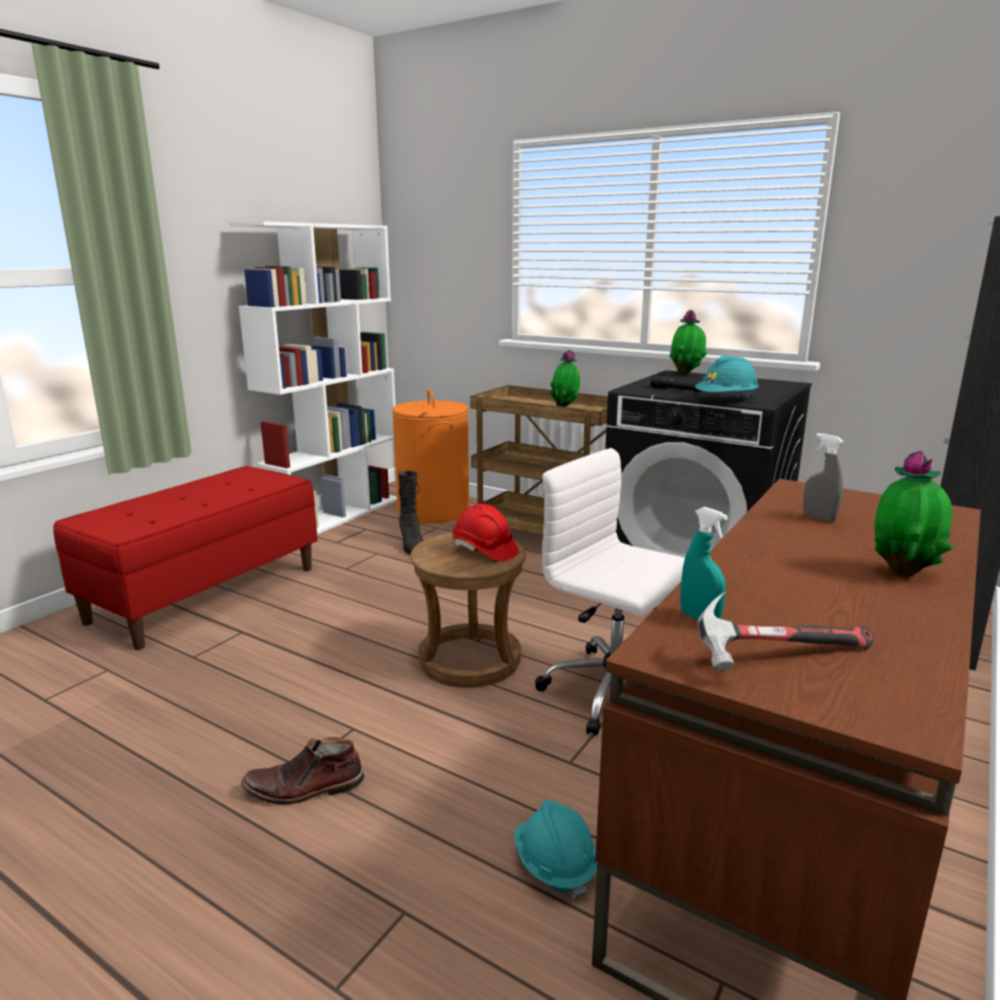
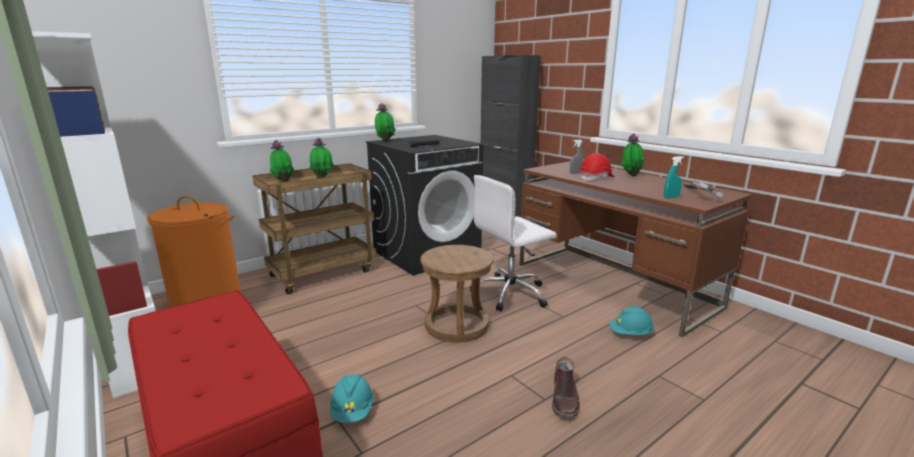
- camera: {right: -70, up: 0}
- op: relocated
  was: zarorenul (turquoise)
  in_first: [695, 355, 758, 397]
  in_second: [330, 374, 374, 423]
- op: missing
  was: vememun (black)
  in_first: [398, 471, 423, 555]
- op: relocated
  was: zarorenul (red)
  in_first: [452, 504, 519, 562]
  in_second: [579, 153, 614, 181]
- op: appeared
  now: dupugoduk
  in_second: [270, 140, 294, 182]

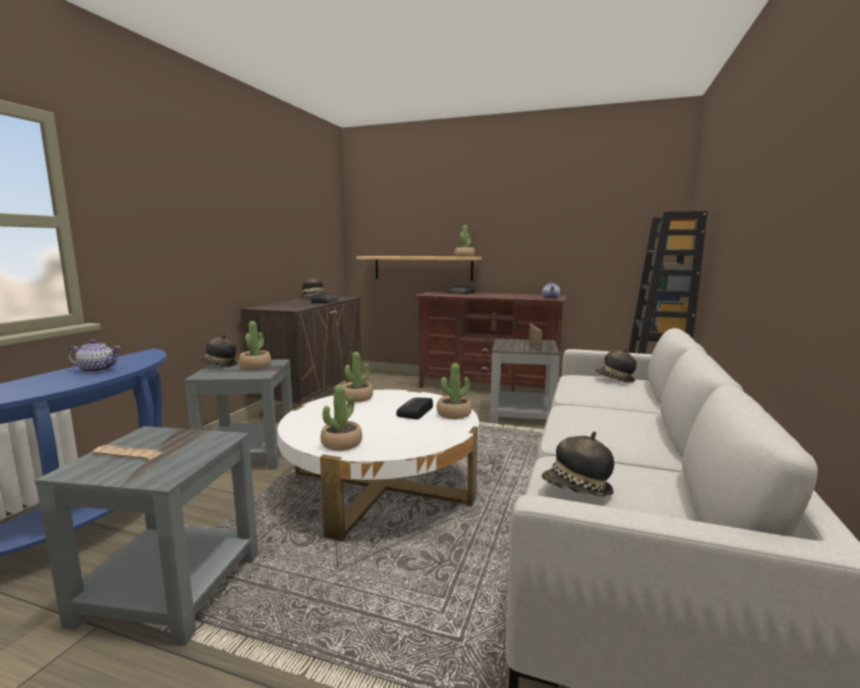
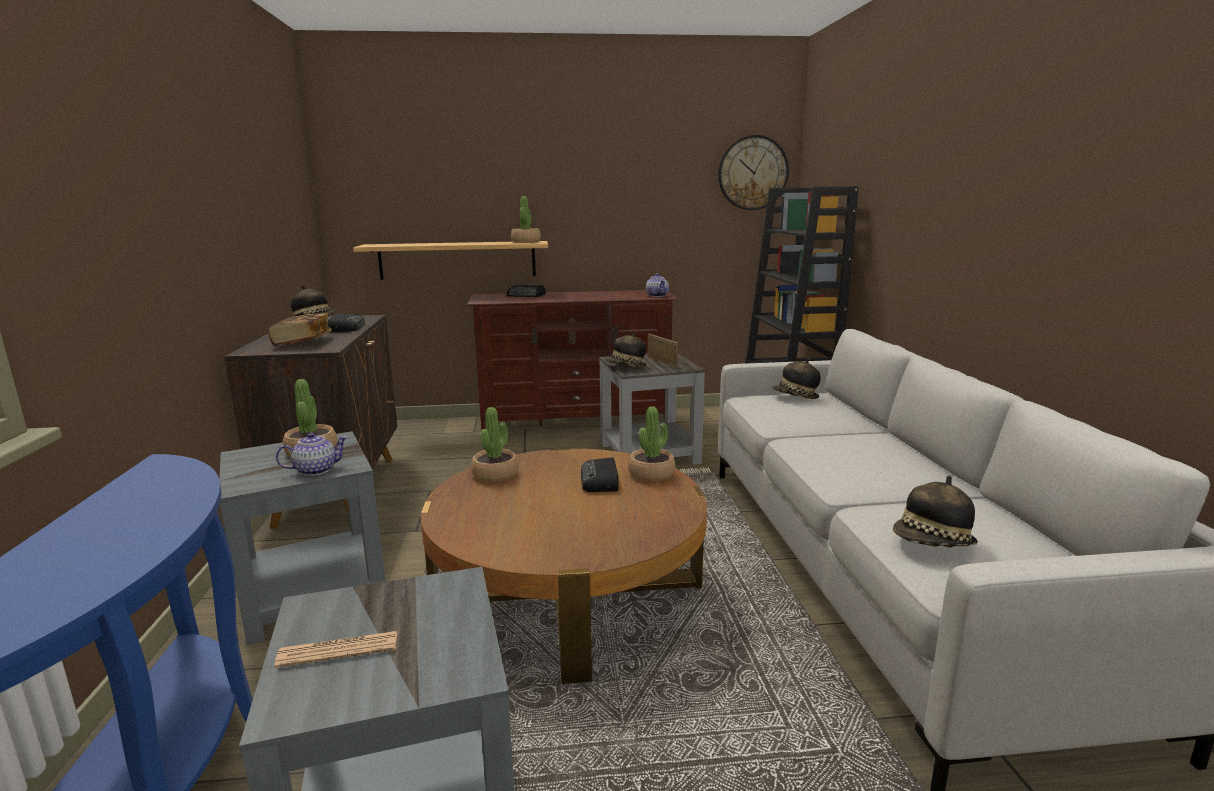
- camera: {right: -25, up: 5}
- op: relocated
  was: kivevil
  in_first: [199, 335, 238, 367]
  in_second: [606, 332, 646, 367]
- op: relocated
  was: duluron
  in_first: [67, 340, 121, 373]
  in_second: [276, 433, 348, 476]
- op: missing
  was: dupugoduk
  in_first: [321, 385, 362, 451]
- op: colour
  was: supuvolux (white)
  now: supuvolux (brown)
  in_first: [278, 390, 479, 542]
  in_second: [421, 449, 707, 684]
- op: appeared
  now: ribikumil
  in_second: [718, 135, 789, 210]
- op: appeared
  now: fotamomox
  in_second: [268, 313, 332, 347]

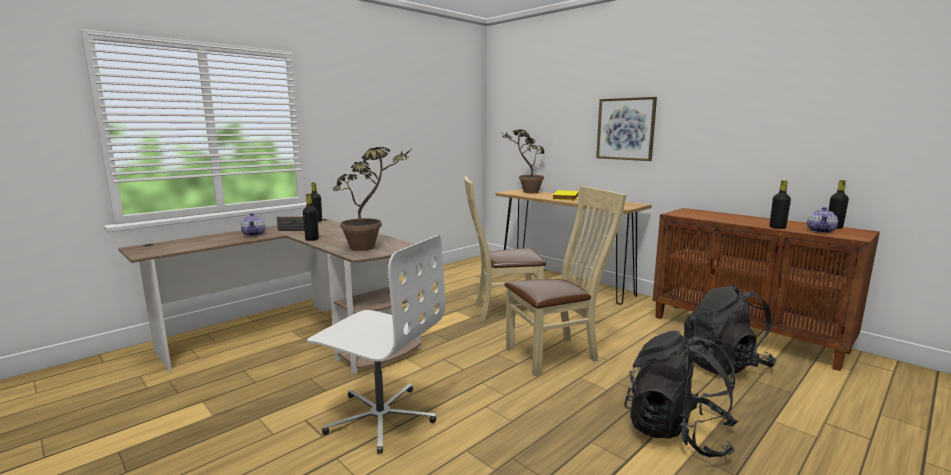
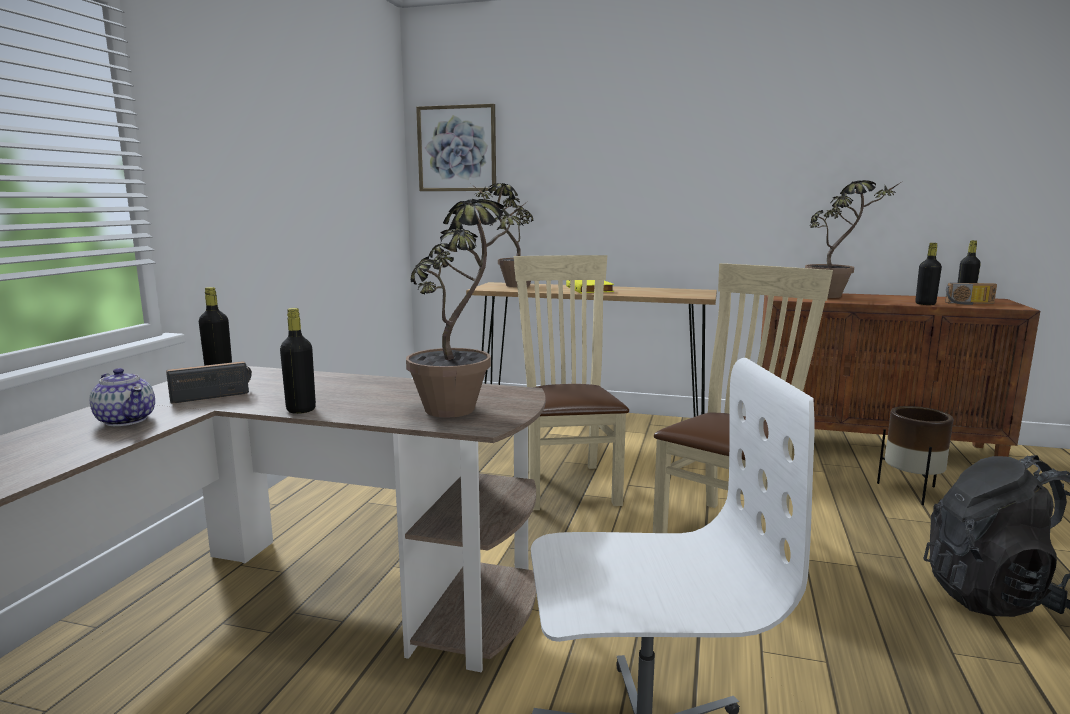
- camera: {right: -30, up: 0}
- op: relocated
  was: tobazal
  in_first: [596, 97, 657, 161]
  in_second: [416, 104, 496, 191]
- op: spun
  was: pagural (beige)
  in_first: [464, 176, 546, 321]
  in_second: [514, 255, 629, 510]
  clockwise: 120
- op: exchanged
  was: duluron
  now: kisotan
  in_first: [807, 207, 838, 233]
  in_second: [945, 283, 997, 305]
- op: exchanged
  was: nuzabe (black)
  now: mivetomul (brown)
  in_first: [684, 284, 776, 375]
  in_second: [877, 406, 953, 505]
- op: appeared
  now: dupugoduk
  in_second: [805, 180, 903, 298]

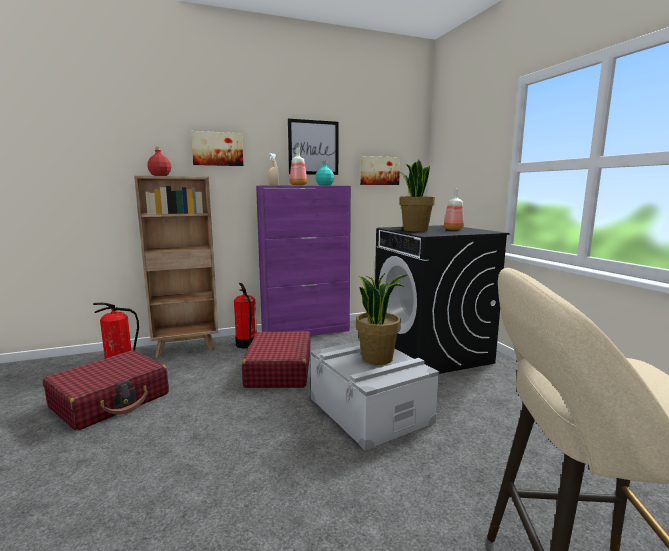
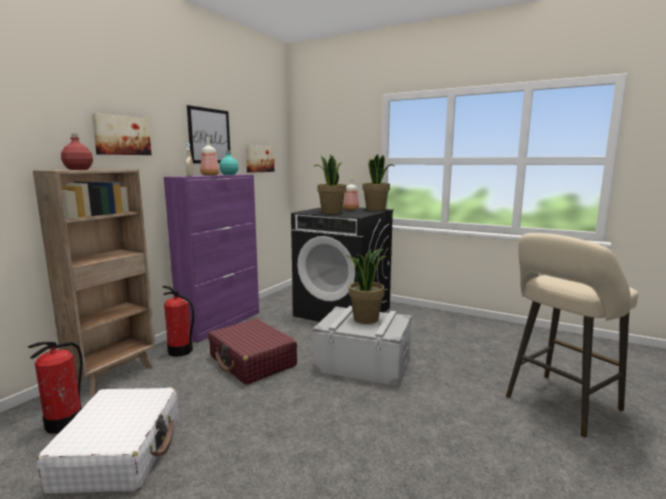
- camera: {right: -40, up: 0}
- op: colour
  was: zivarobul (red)
  now: zivarobul (white)
  in_first: [43, 350, 169, 431]
  in_second: [37, 387, 179, 494]
- op: appeared
  now: dupugoduk
  in_second: [363, 154, 394, 211]

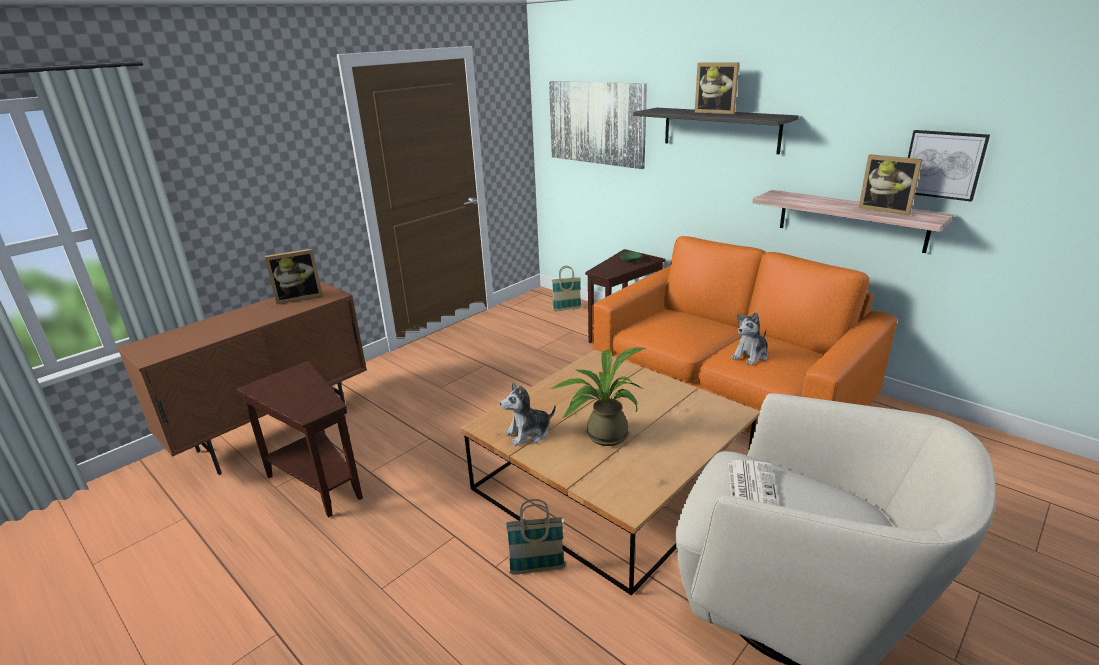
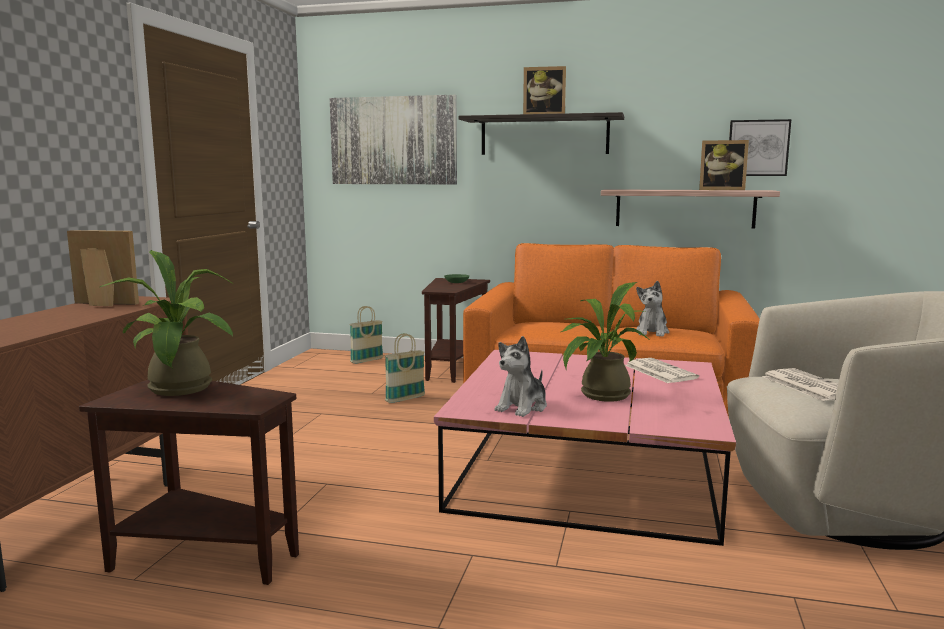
- camera: {right: -30, up: -15}
- op: spun
  was: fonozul
  in_first: [265, 249, 323, 304]
  in_second: [67, 230, 139, 306]
  clockwise: -120
- op: colour
  was: supuvolux (brown)
  now: supuvolux (pink)
  in_first: [460, 350, 760, 596]
  in_second: [434, 350, 736, 546]
- op: relocated
  was: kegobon
  in_first: [506, 499, 565, 575]
  in_second: [385, 333, 425, 403]
- op: appeared
  now: dupugoduk
  in_second: [100, 250, 233, 396]
- op: appeared
  now: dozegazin
  in_second: [625, 358, 699, 383]

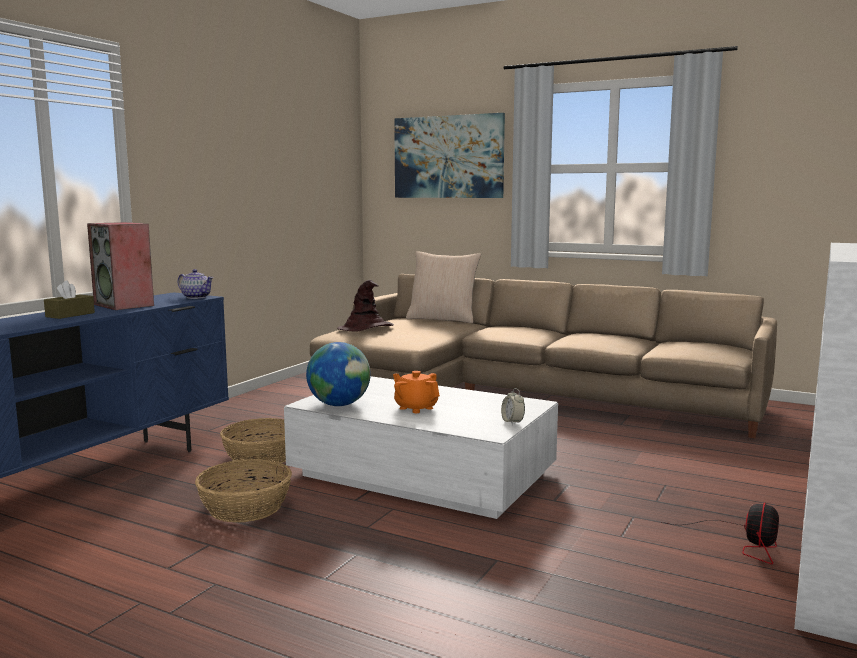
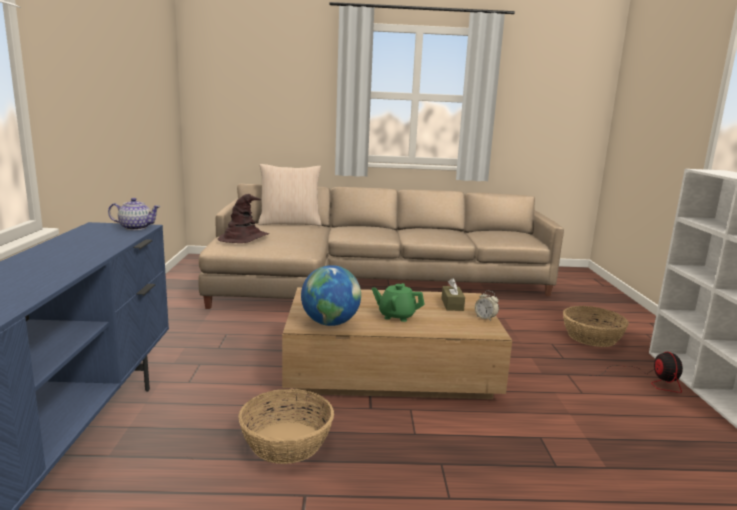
- camera: {right: -30, up: 5}
- op: missing
  was: tobazal
  in_first: [394, 113, 505, 198]
- op: missing
  was: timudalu
  in_first: [87, 222, 154, 310]
- op: relocated
  was: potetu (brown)
  in_first: [44, 280, 95, 319]
  in_second: [441, 278, 465, 311]
- op: colour
  was: duluron (orange)
  now: duluron (green)
  in_first: [393, 371, 440, 413]
  in_second: [372, 283, 424, 322]
- op: colour
  was: supuvolux (white)
  now: supuvolux (brown)
  in_first: [284, 376, 558, 519]
  in_second: [282, 287, 512, 399]
- op: relocated
  was: kegobon
  in_first: [220, 418, 286, 467]
  in_second: [563, 306, 629, 347]

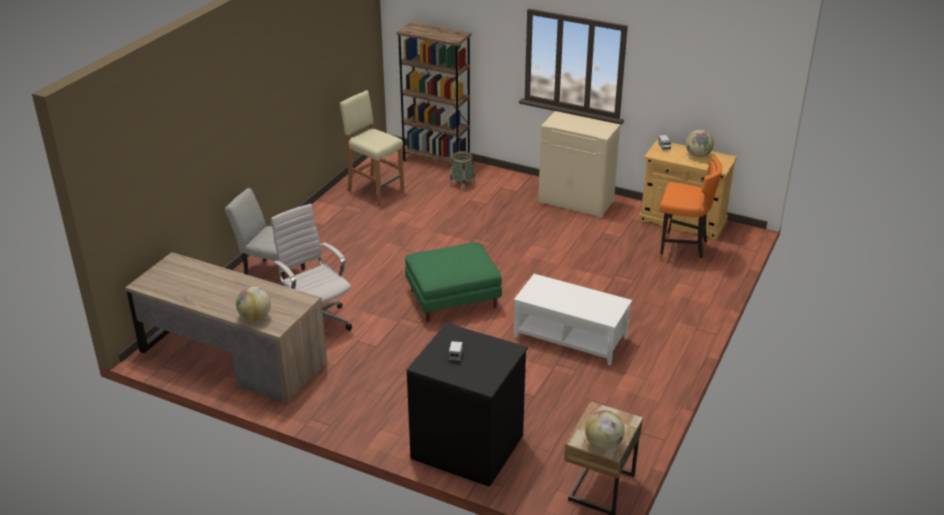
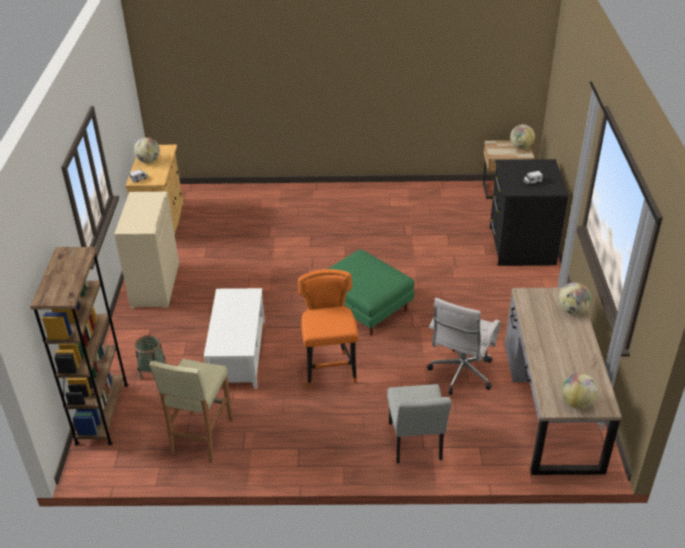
- camera: {right: -115, up: 5}
- op: relocated
  was: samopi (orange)
  in_first: [660, 156, 722, 265]
  in_second: [298, 269, 359, 388]
- op: relocated
  was: supuvolux (white)
  in_first: [514, 274, 632, 366]
  in_second: [204, 288, 265, 389]
- op: appeared
  now: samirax
  in_second: [561, 373, 599, 409]

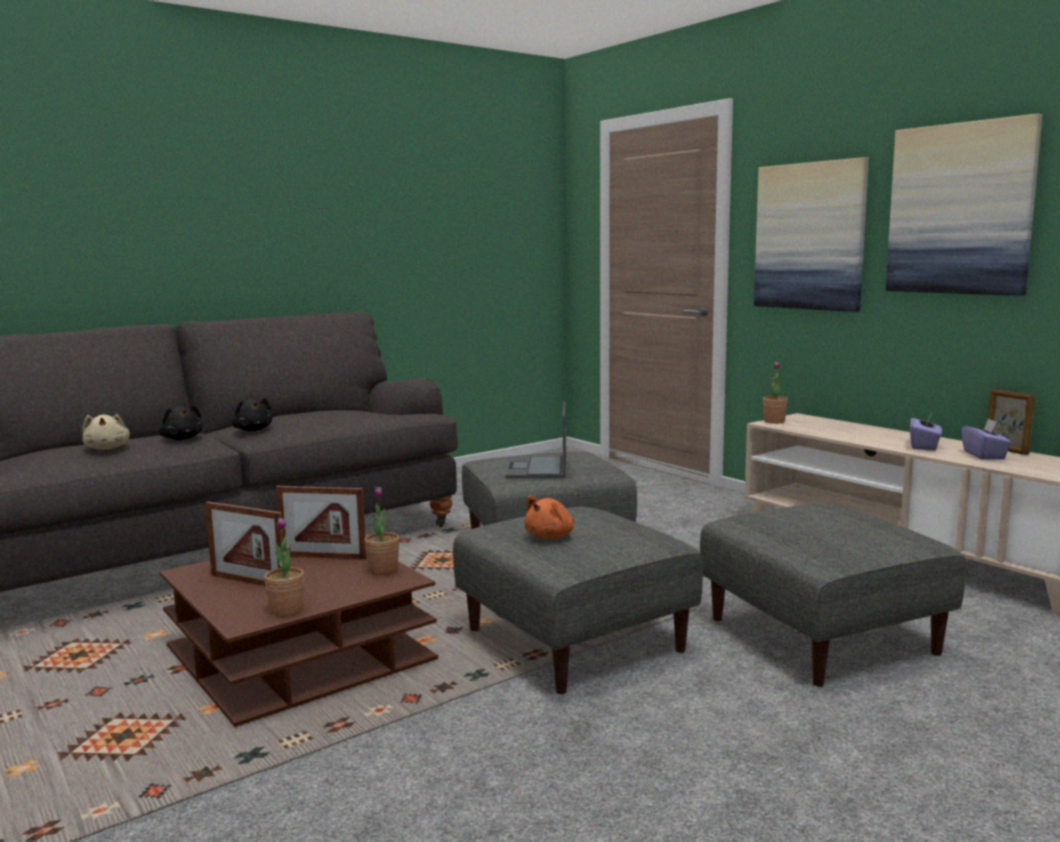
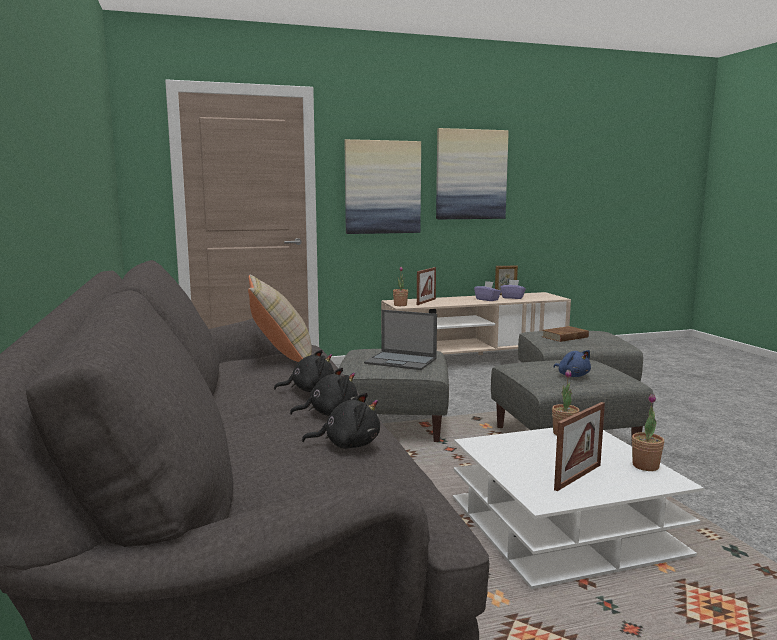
- camera: {right: -70, up: 0}
- op: colour
  was: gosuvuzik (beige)
  now: gosuvuzik (black)
  in_first: [82, 414, 130, 450]
  in_second: [302, 392, 380, 449]
- op: relocated
  was: fonozul
  in_first: [276, 486, 367, 560]
  in_second: [417, 267, 436, 305]
- op: colour
  was: gosuvuzik (orange)
  now: gosuvuzik (blue)
  in_first: [524, 496, 574, 539]
  in_second: [554, 350, 591, 377]
- op: colour
  was: supuvolux (brown)
  now: supuvolux (white)
  in_first: [159, 553, 438, 727]
  in_second: [453, 428, 704, 589]
- op: appeared
  now: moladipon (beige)
  in_second: [248, 275, 312, 362]
- op: appeared
  now: fotamomox (brown)
  in_second: [542, 326, 589, 342]

